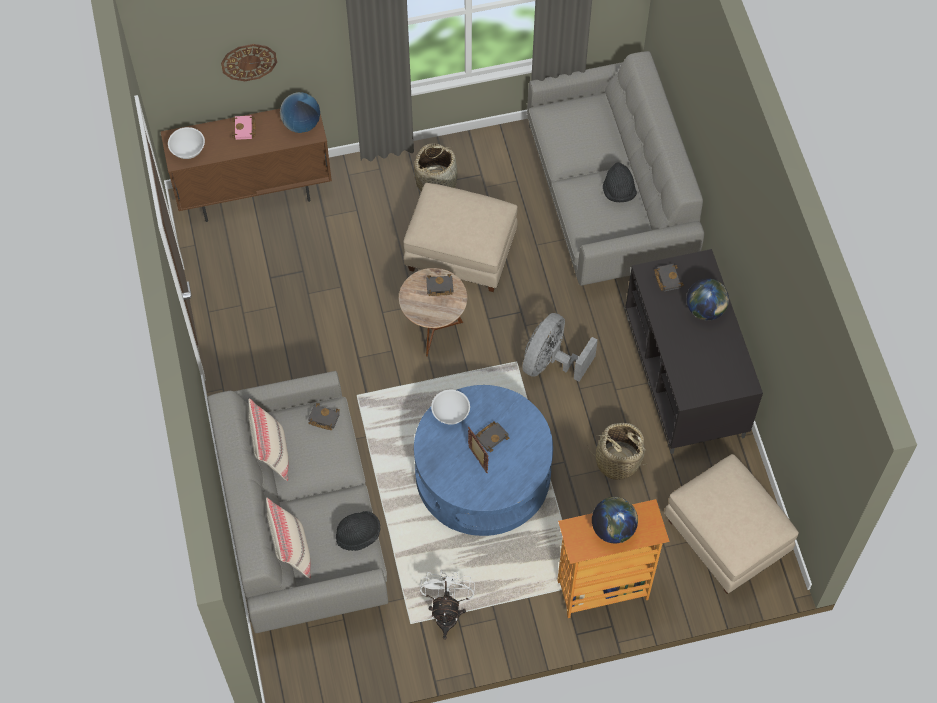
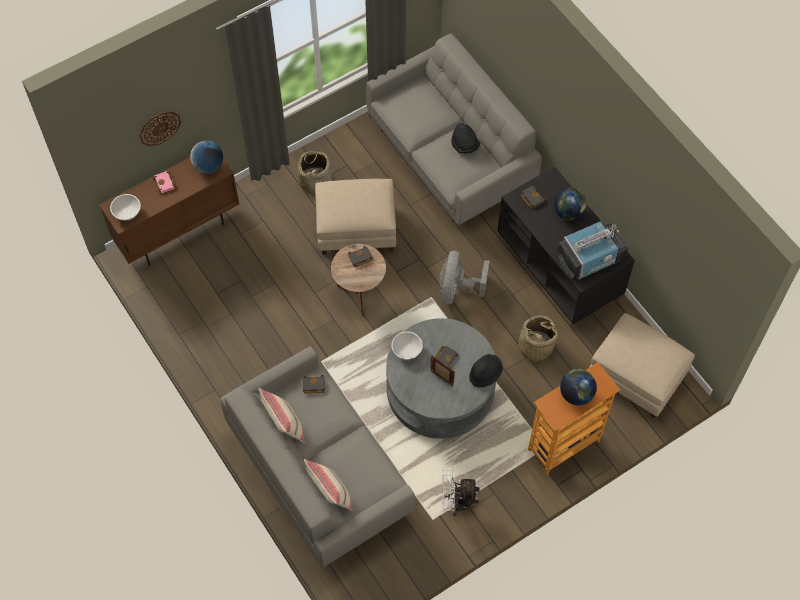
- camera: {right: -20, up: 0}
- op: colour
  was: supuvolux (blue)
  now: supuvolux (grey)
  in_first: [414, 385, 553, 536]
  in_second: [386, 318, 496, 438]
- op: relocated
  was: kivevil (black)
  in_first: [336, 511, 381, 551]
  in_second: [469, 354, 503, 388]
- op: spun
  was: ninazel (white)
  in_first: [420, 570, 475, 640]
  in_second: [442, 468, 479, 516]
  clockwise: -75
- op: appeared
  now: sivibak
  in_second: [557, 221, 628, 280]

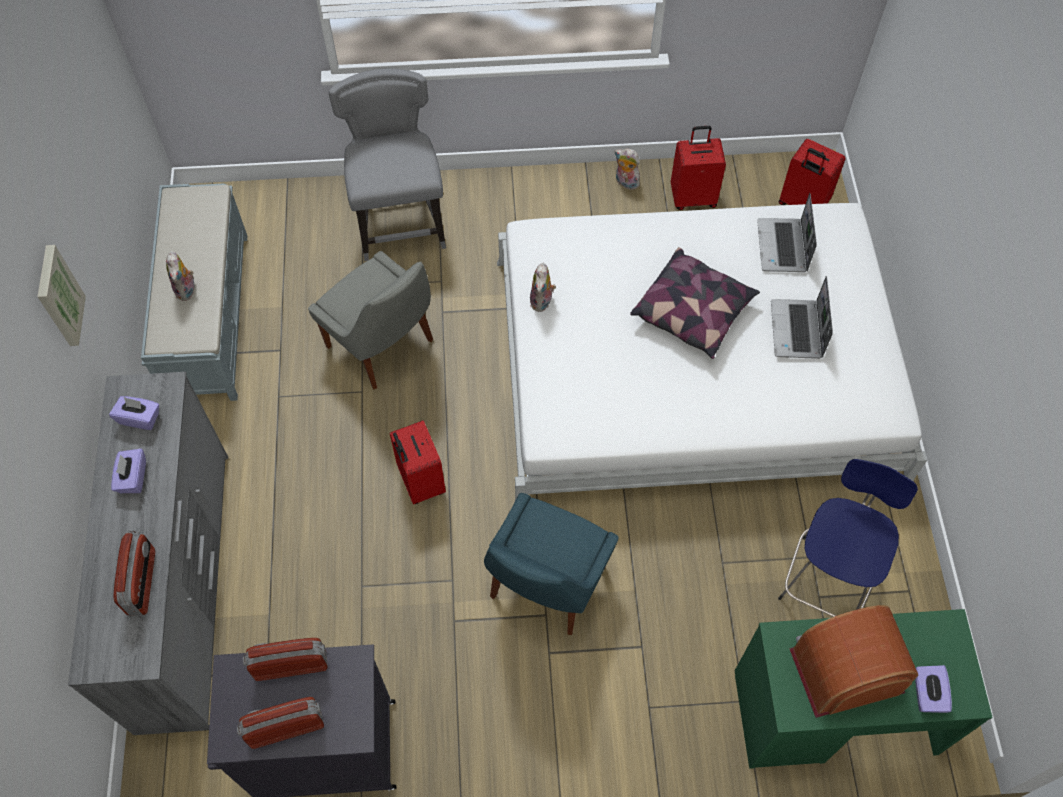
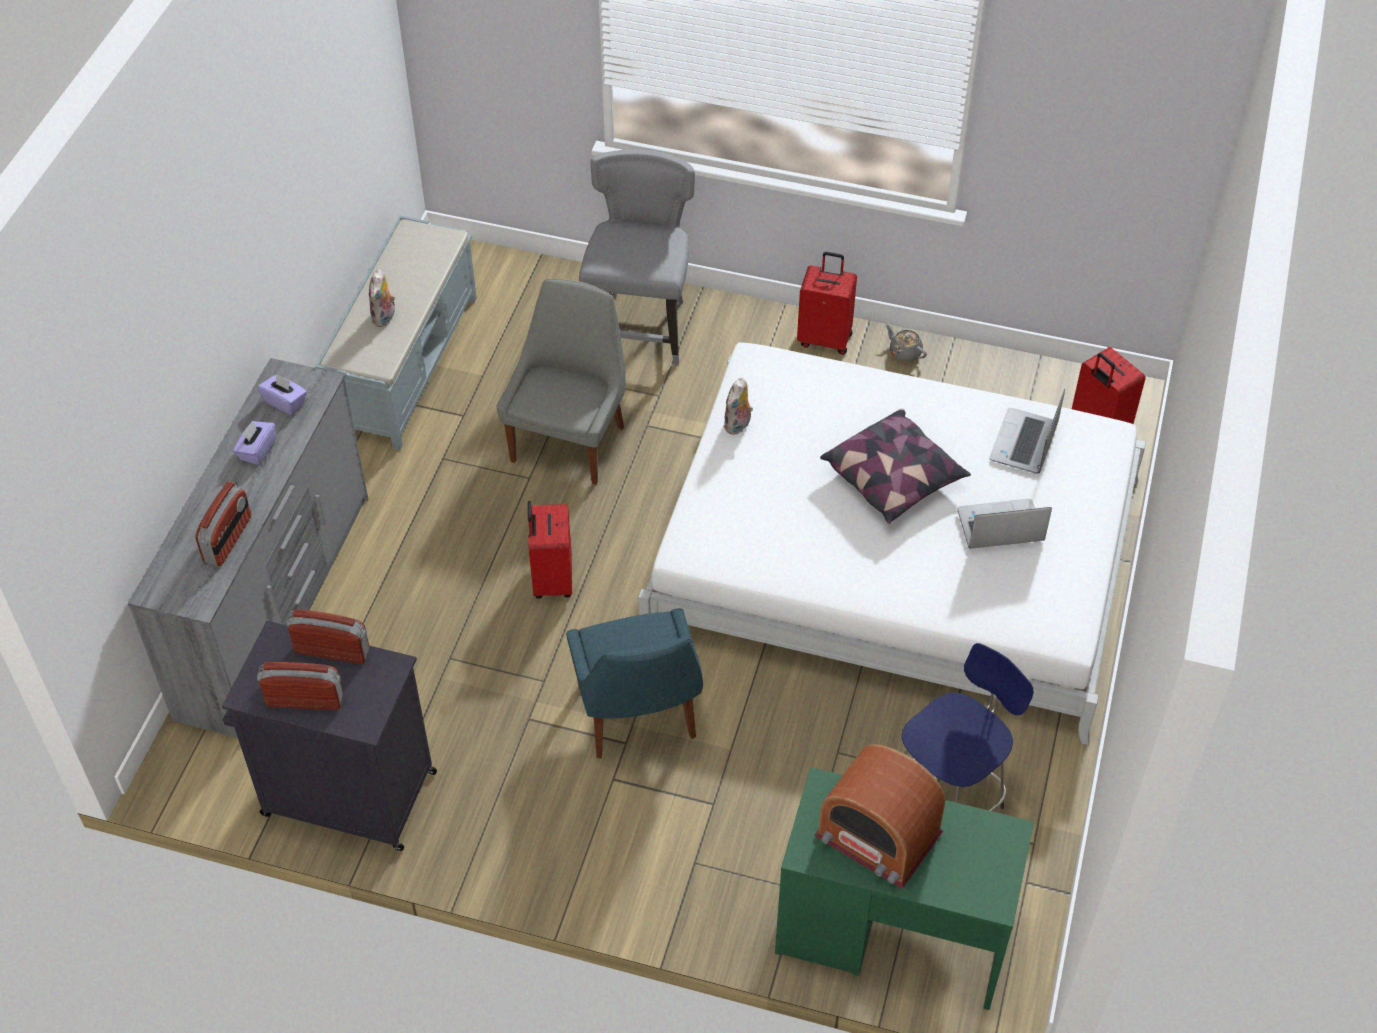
- camera: {right: 20, up: -10}
- op: relocated
  was: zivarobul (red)
  in_first: [671, 126, 726, 210]
  in_second: [797, 252, 857, 355]
- op: exchanged
  was: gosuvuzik
  now: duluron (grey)
  in_first: [614, 148, 640, 190]
  in_second: [885, 324, 927, 361]
- op: missing
  was: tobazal
  in_first: [37, 245, 86, 346]
- op: spun
  was: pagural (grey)
  in_first: [308, 251, 433, 390]
  in_second: [496, 279, 626, 485]
  clockwise: -135
- op: spun
  was: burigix
  in_first: [771, 276, 833, 359]
  in_second: [957, 499, 1052, 549]
  clockwise: 60
- op: spun
  was: pagural (blue)
  in_first: [484, 493, 619, 635]
  in_second: [566, 608, 703, 758]
  clockwise: -60
- op: spun
  was: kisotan
  in_first: [789, 605, 918, 718]
  in_second: [814, 744, 945, 889]
  clockwise: -150
- op: missing
  was: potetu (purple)
  in_first: [915, 665, 952, 713]

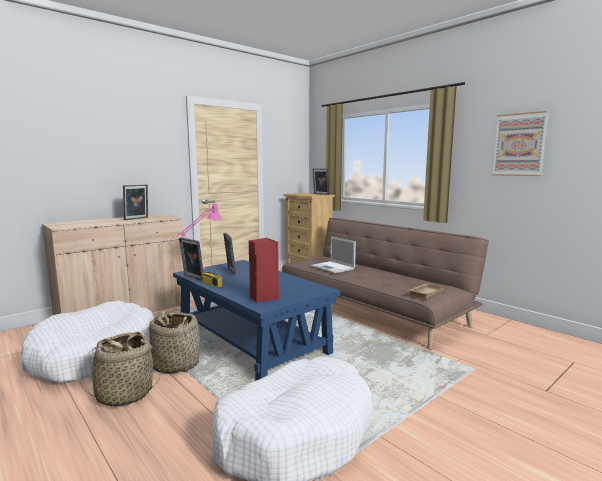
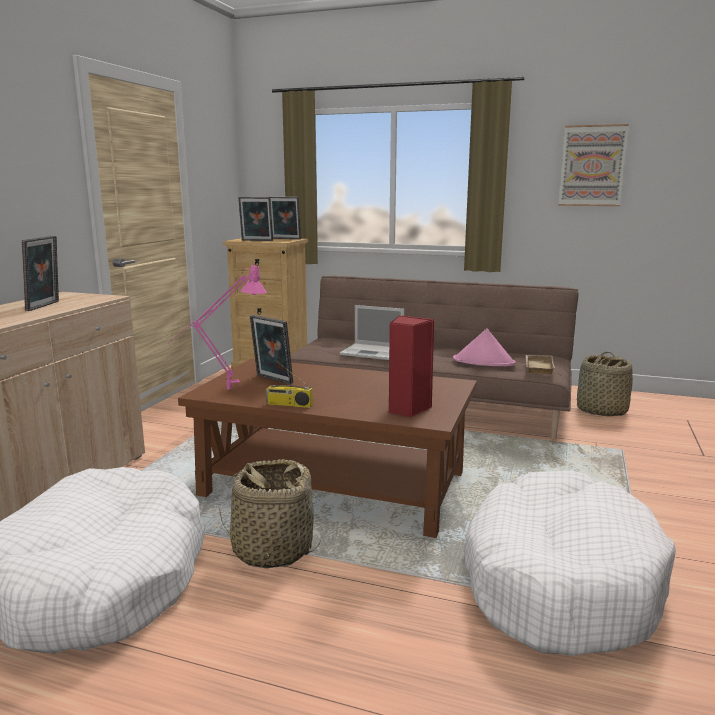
- camera: {right: -30, up: 5}
- op: relocated
  was: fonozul
  in_first: [179, 238, 204, 281]
  in_second: [238, 197, 273, 241]
- op: colour
  was: supuvolux (blue)
  now: supuvolux (brown)
  in_first: [173, 260, 341, 381]
  in_second: [178, 359, 477, 538]
- op: relocated
  was: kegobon
  in_first: [79, 332, 160, 407]
  in_second: [577, 352, 633, 416]
- op: appeared
  now: kivevil (pink)
  in_second: [453, 328, 516, 367]

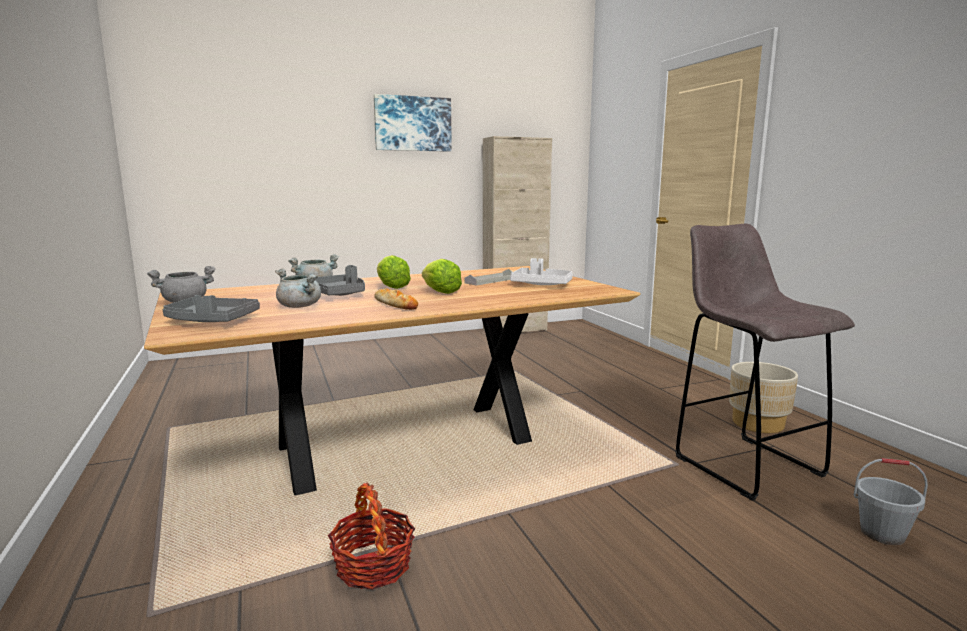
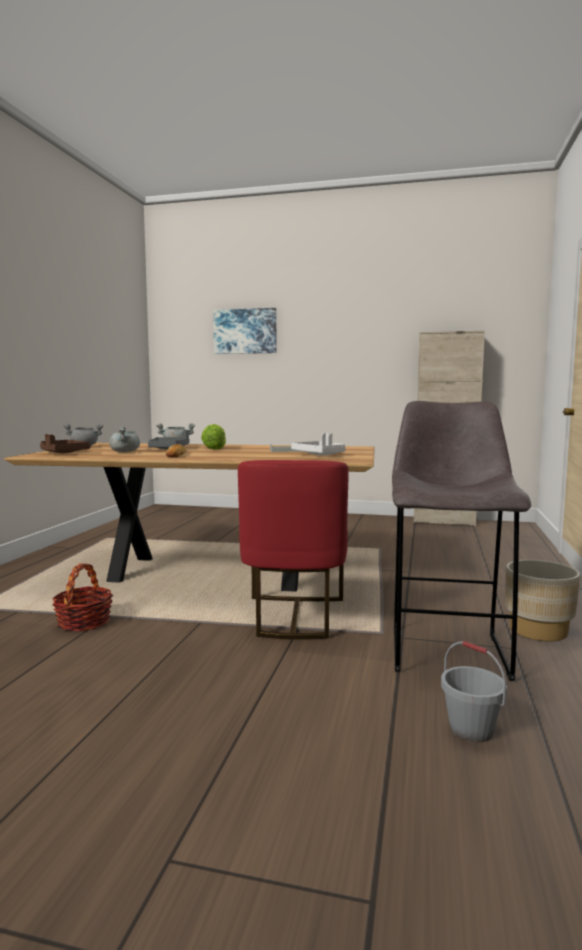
- camera: {right: 35, up: -5}
- op: relocated
  was: tobazal
  in_first: [374, 94, 452, 152]
  in_second: [213, 308, 276, 354]
- op: missing
  was: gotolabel
  in_first: [422, 259, 462, 294]
- op: colour
  was: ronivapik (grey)
  now: ronivapik (brown)
  in_first: [162, 295, 260, 322]
  in_second: [40, 434, 90, 453]
- op: appeared
  now: pagural (red)
  in_second: [238, 460, 349, 640]

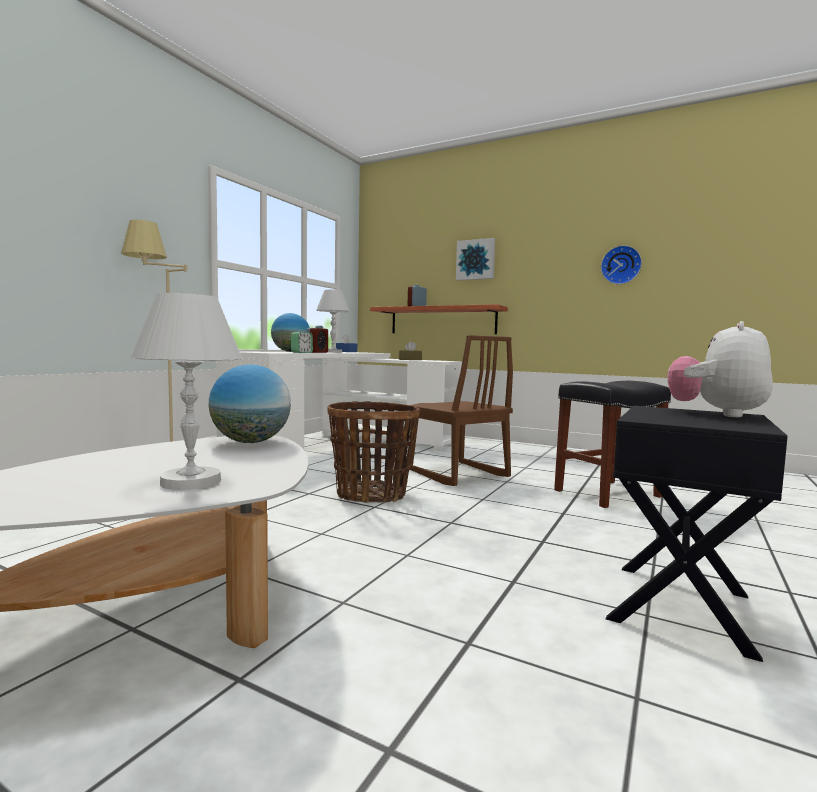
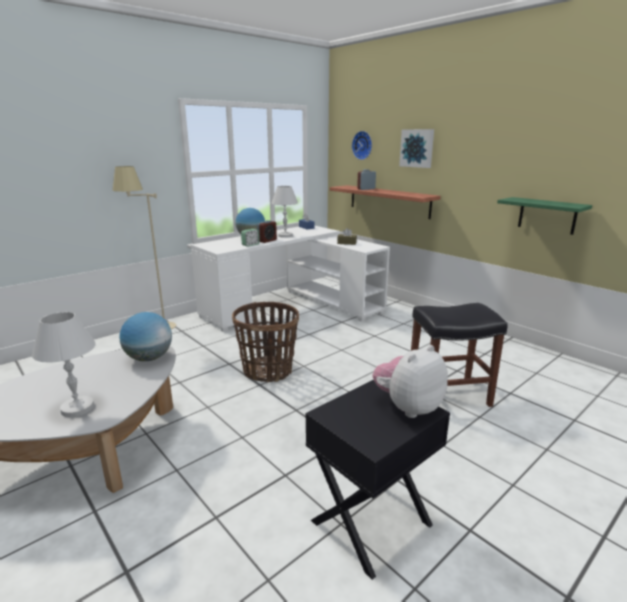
- camera: {right: 20, up: 15}
- op: relocated
  was: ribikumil
  in_first: [601, 245, 642, 284]
  in_second: [352, 131, 372, 160]
- op: missing
  was: pagural (brown)
  in_first: [410, 335, 513, 486]
- op: appeared
  now: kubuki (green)
  in_second: [497, 197, 592, 235]

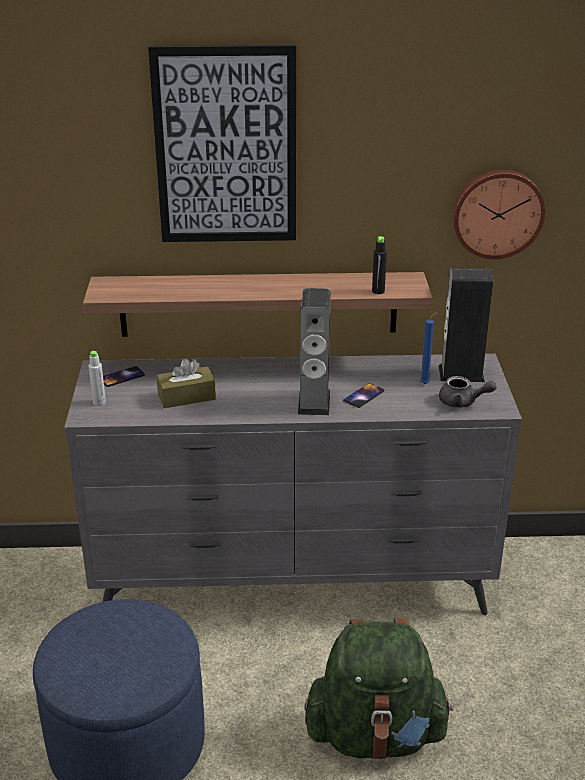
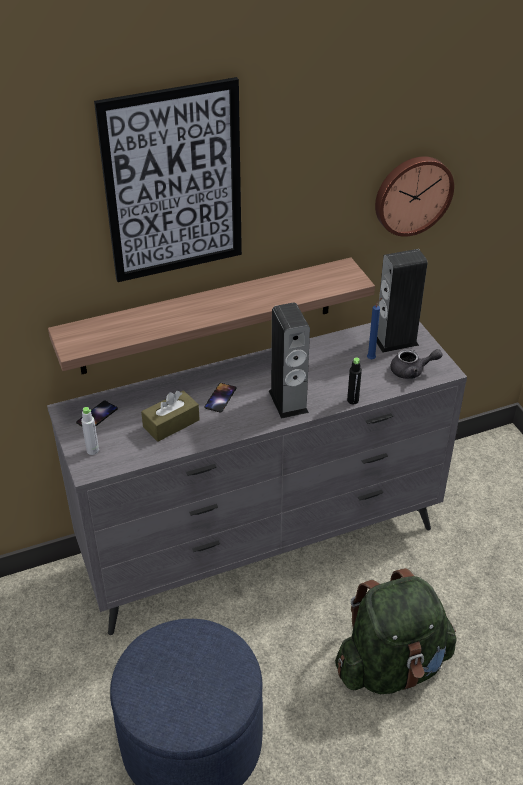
- camera: {right: -20, up: 10}
- op: relocated
  was: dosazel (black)
  in_first: [372, 236, 387, 294]
  in_second: [347, 357, 362, 404]
- op: relocated
  was: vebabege
  in_first: [343, 383, 385, 408]
  in_second: [204, 383, 237, 413]

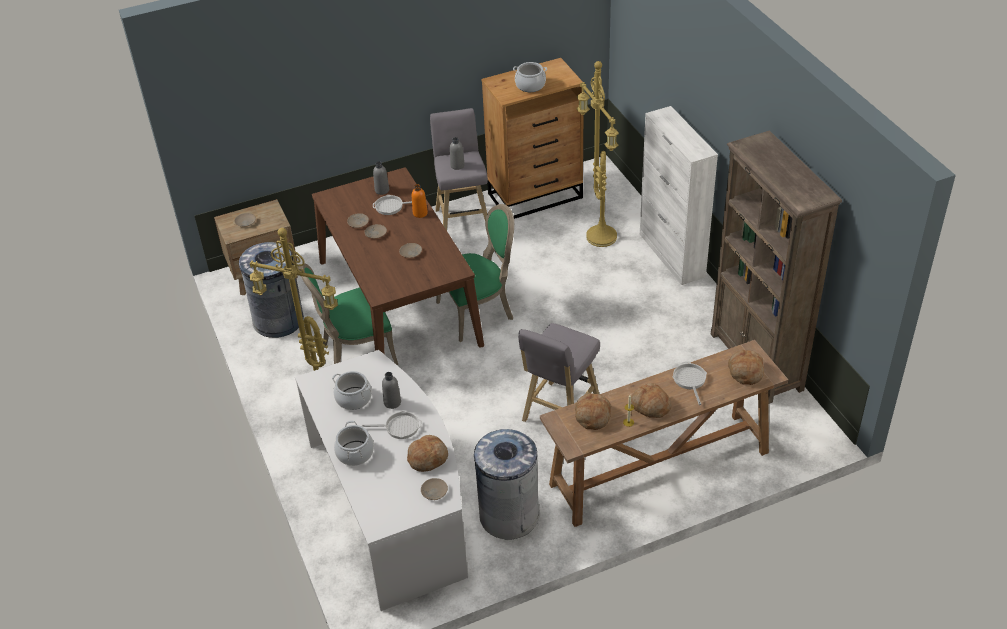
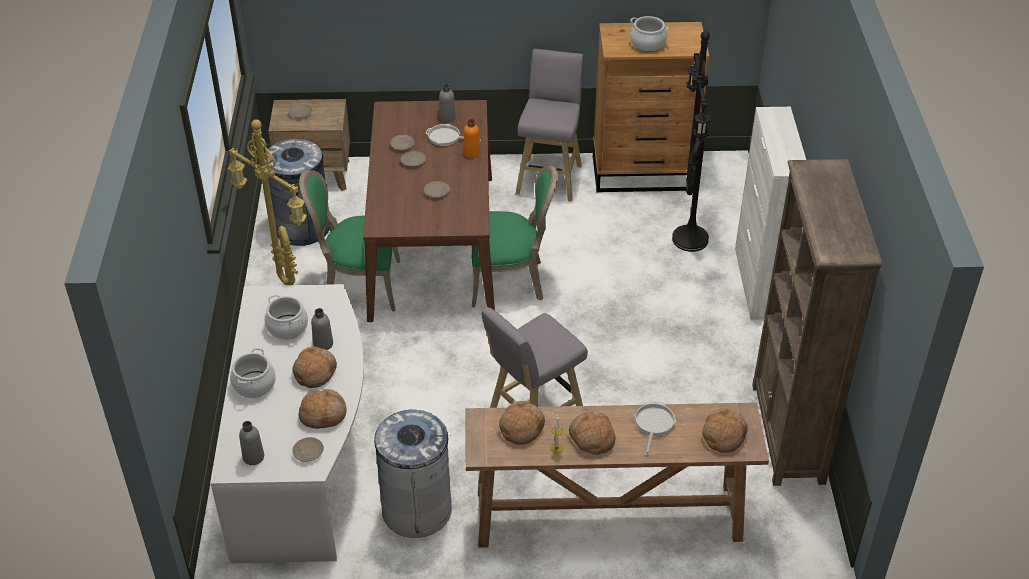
- camera: {right: 20, up: 0}
- op: colour
  was: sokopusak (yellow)
  now: sokopusak (black)
  in_first: [576, 61, 619, 247]
  in_second: [672, 31, 710, 252]
- op: relocated
  was: dosazel (grey)
  in_first: [450, 137, 465, 170]
  in_second: [239, 421, 264, 465]
- op: exchanged
  was: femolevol
  now: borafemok
  in_first: [362, 411, 422, 439]
  in_second: [292, 346, 337, 388]

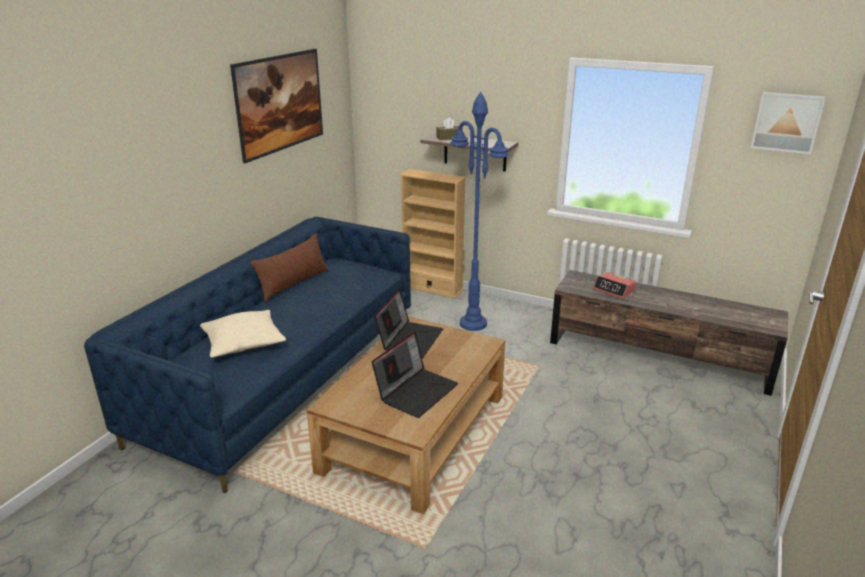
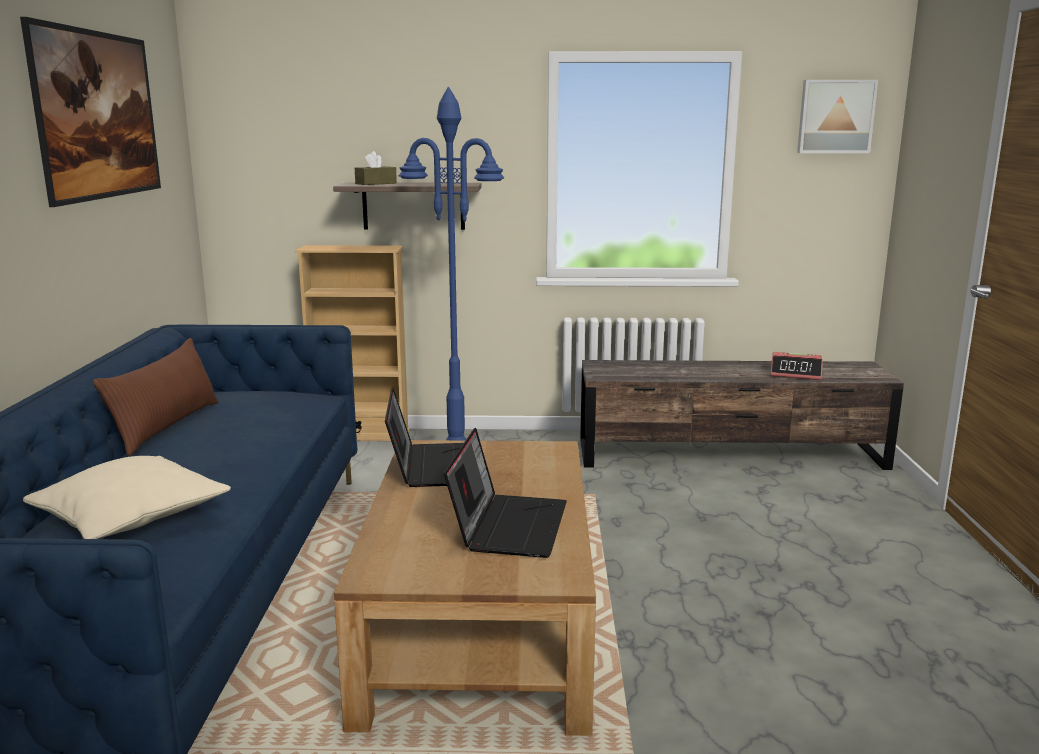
- camera: {right: -25, up: -10}
- op: relocated
  was: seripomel
  in_first: [593, 272, 636, 299]
  in_second: [771, 352, 823, 380]

